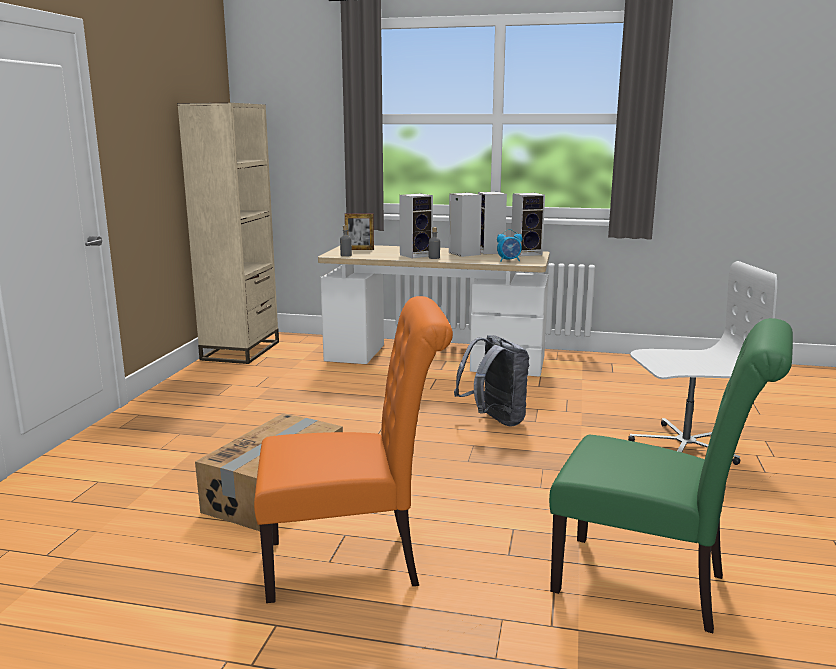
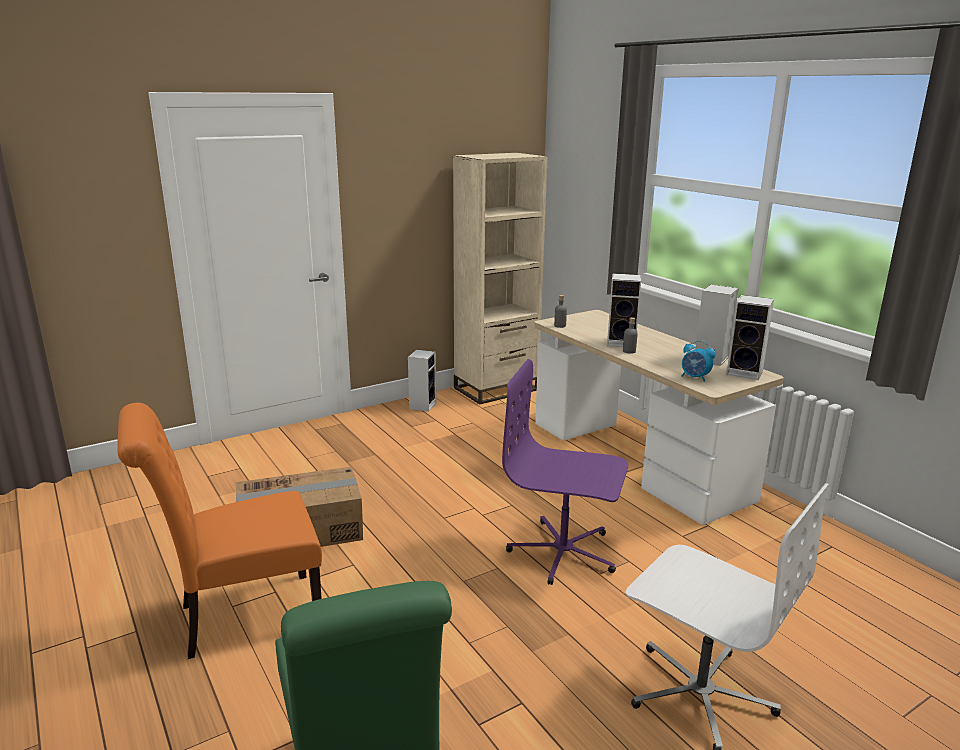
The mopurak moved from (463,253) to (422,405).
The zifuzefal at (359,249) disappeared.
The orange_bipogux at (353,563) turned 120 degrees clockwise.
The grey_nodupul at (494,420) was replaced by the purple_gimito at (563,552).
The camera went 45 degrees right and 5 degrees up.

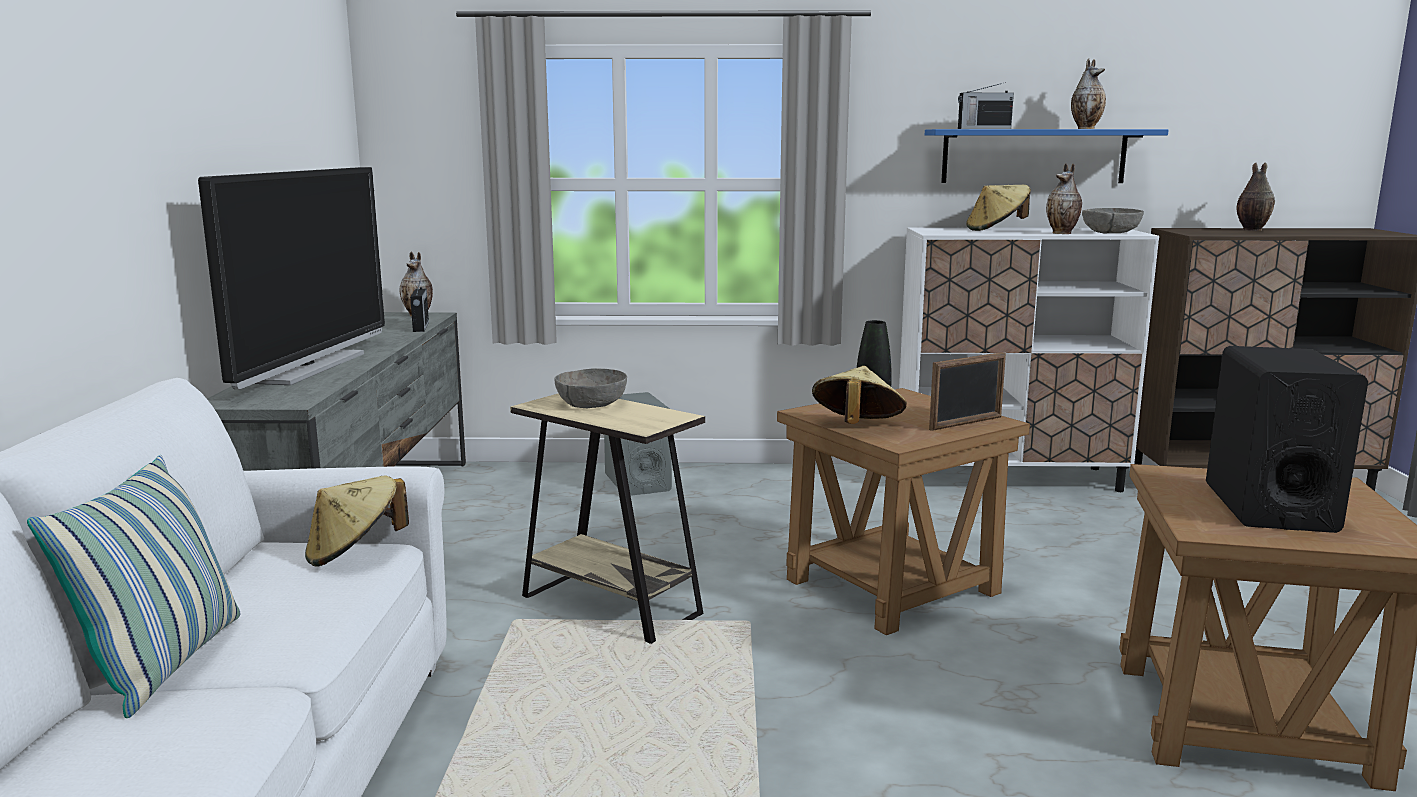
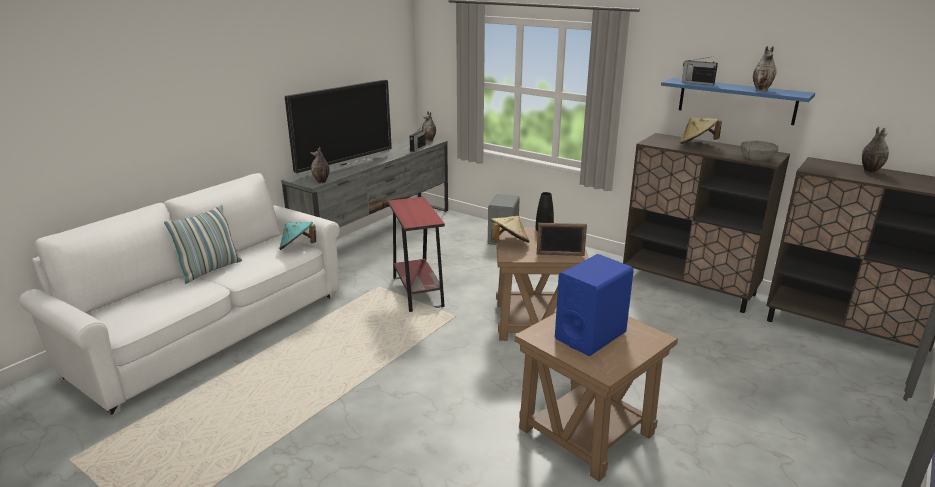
The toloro moved from (1063,233) to (321,182).
The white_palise at (1009,479) became the brown_palise at (689,286).
The black_mopurak at (1269,507) became the blue_mopurak at (590,336).
The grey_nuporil at (591,404) disappeared.
The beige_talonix at (611,605) became the red_talonix at (417,292).
The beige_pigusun at (355,552) became the turquoise_pigusun at (298,247).
The camera went 35 degrees right and 10 degrees up.

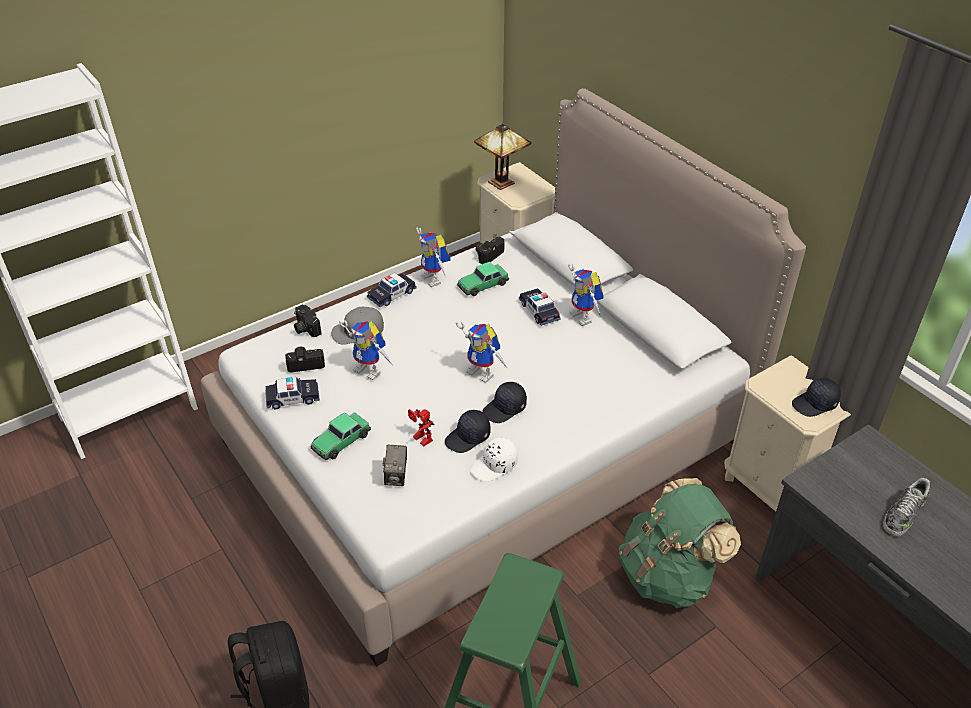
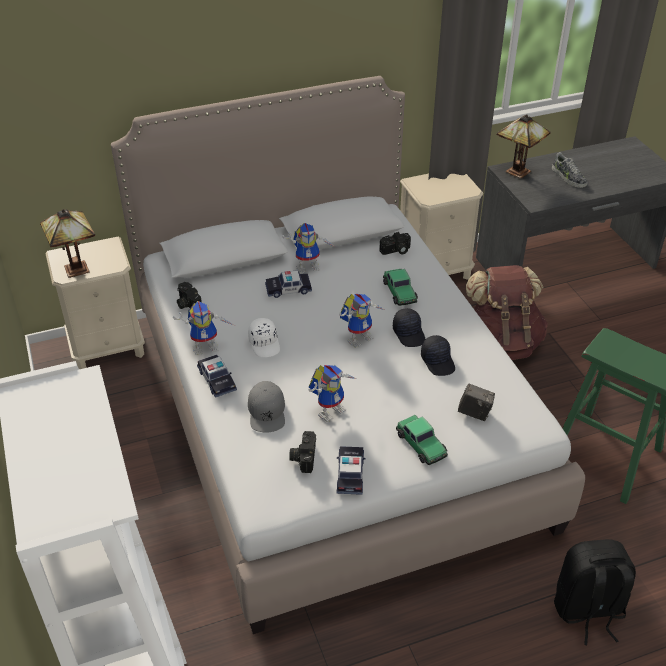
The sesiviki moved from (482,285) to (399,292).
The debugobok moved from (305,328) to (396,251).
The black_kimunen at (815,404) disappeared.
The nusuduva at (420,439) disappeared.
The white_kimunen moved from (494,466) to (265,343).
The green_nodupul at (668,575) became the brown_nodupul at (501,343).
The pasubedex at (516,171) appeared.
The camera went 75 degrees left and 0 degrees up.

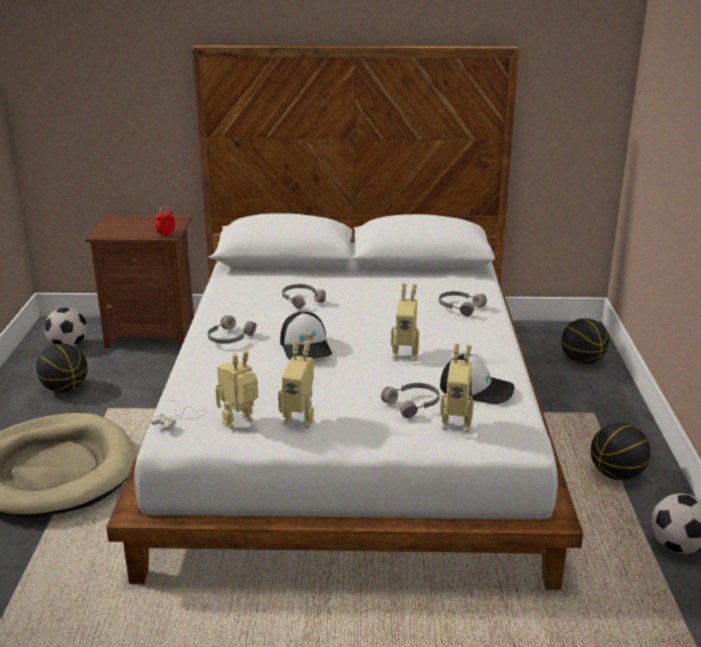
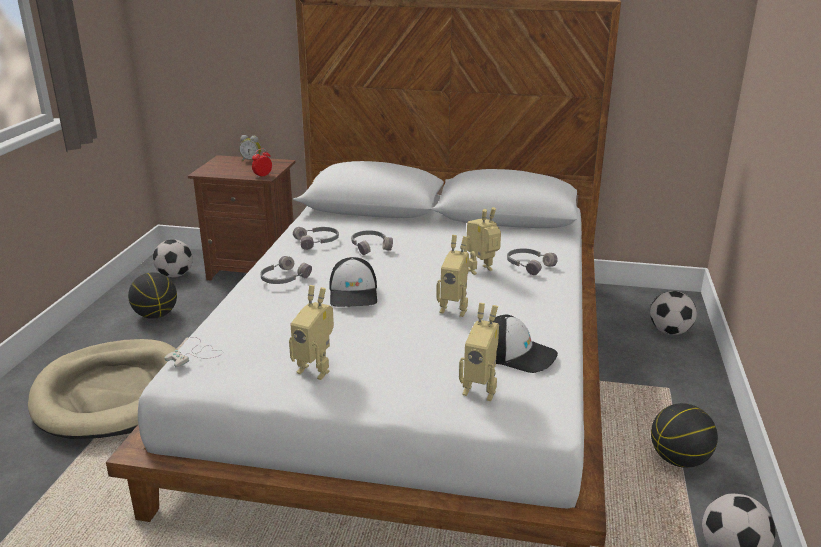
The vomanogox at (582,361) was replaced by the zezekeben at (670,332).
The nusuduva moved from (240,423) to (482,271).
The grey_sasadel moved from (413,404) to (317,242).
The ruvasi at (251,160) appeared.
The camera went 10 degrees right and 0 degrees up.

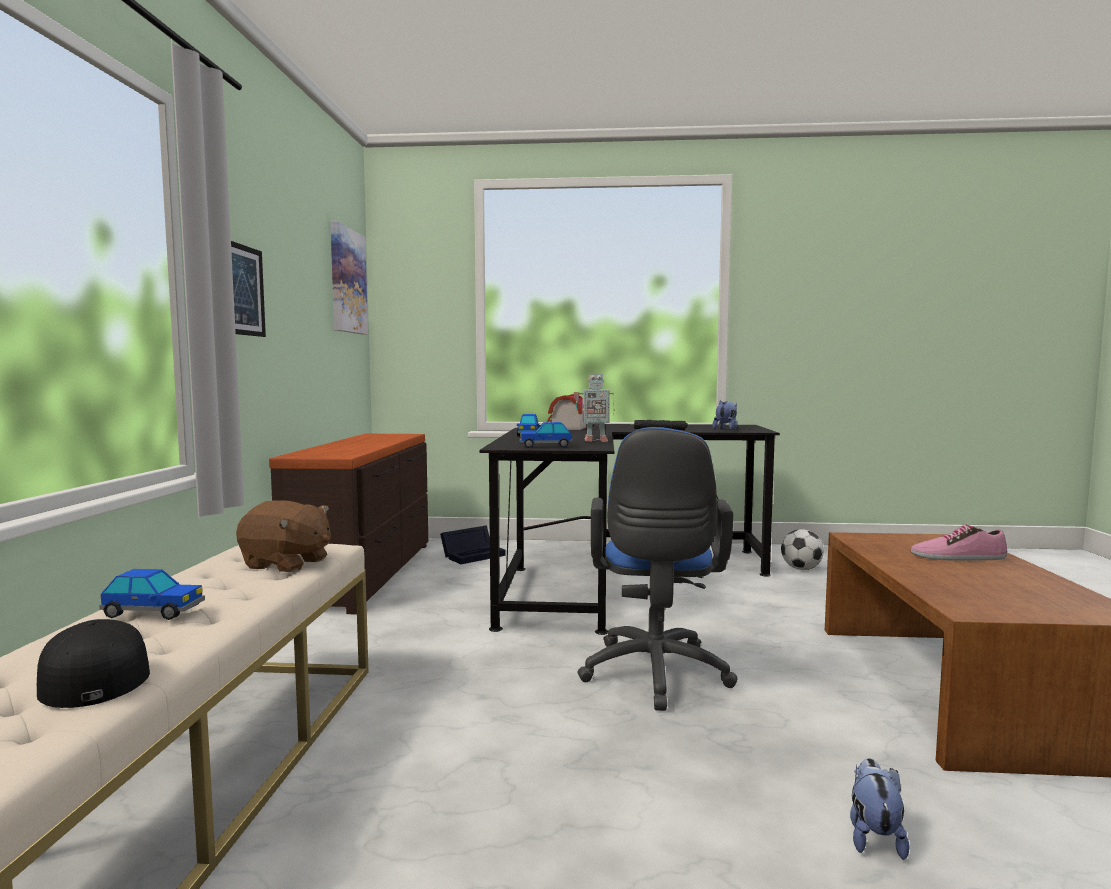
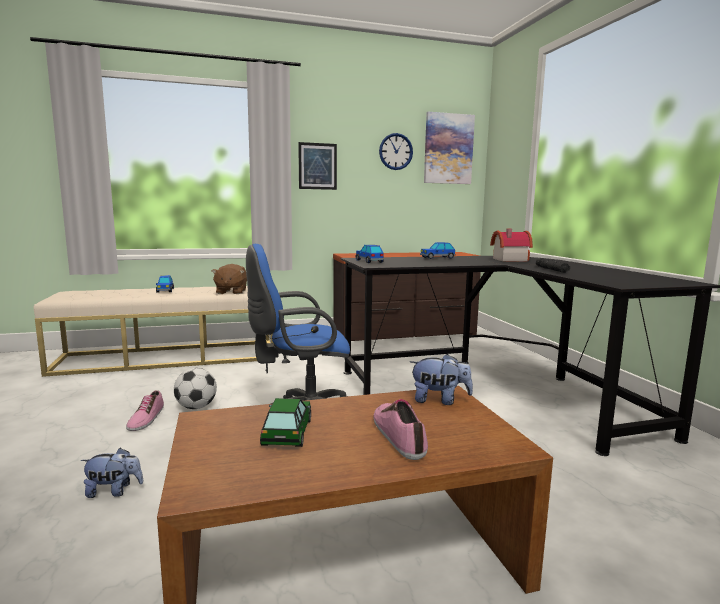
The nusuduva at (595,441) disappeared.
The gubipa moved from (726,430) to (439,400).
The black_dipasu at (474,555) disappeared.
The zezekeben moved from (801,569) to (196,407).
The black_kimunen at (95,676) disappeared.
The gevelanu at (395,151) appeared.
The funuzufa at (146,419) appeared.
The sesiviki at (287,432) appeared.
The camera went 70 degrees right and 5 degrees up.

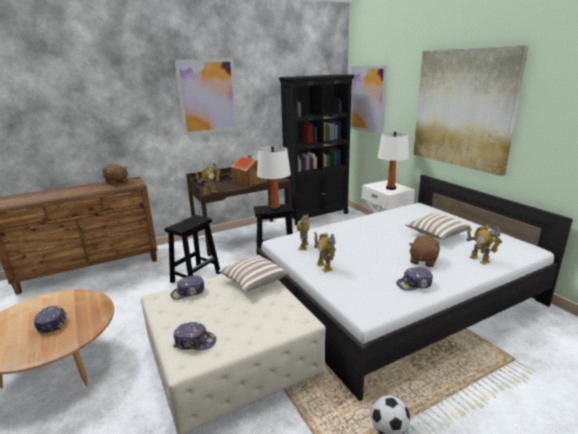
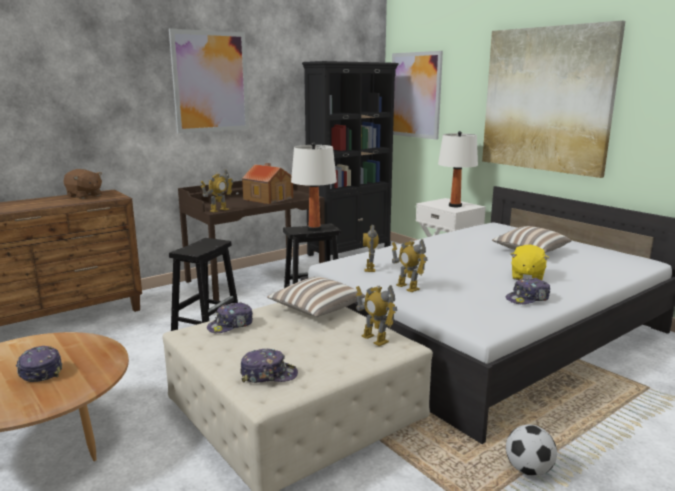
The nusuduva moved from (479,259) to (374,339).
The brown_gubipa at (423,261) became the yellow_gubipa at (526,276).
The camera went 10 degrees left and 5 degrees down.

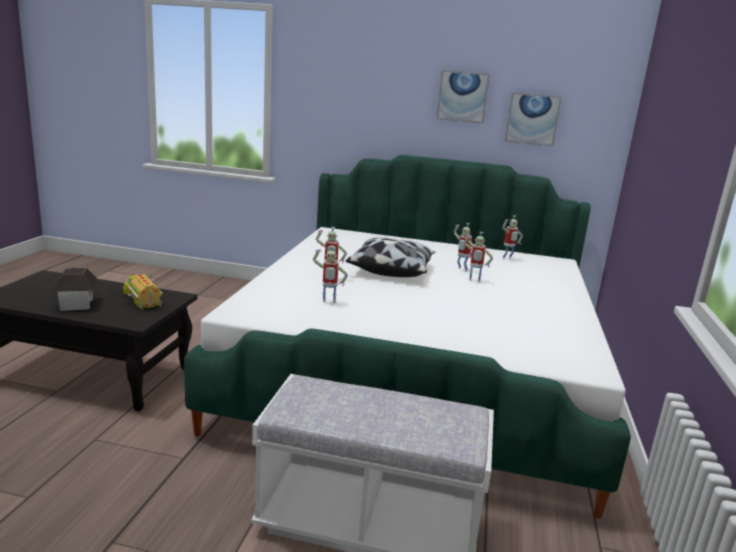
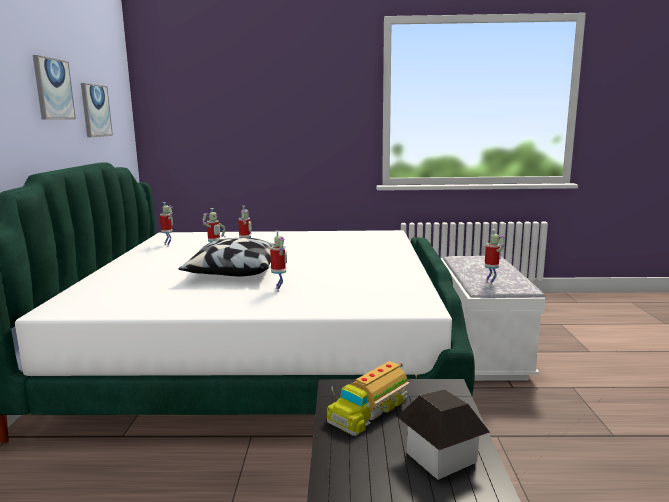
The nusuduva moved from (328,302) to (491,283).
The camera went 100 degrees left and 5 degrees down.

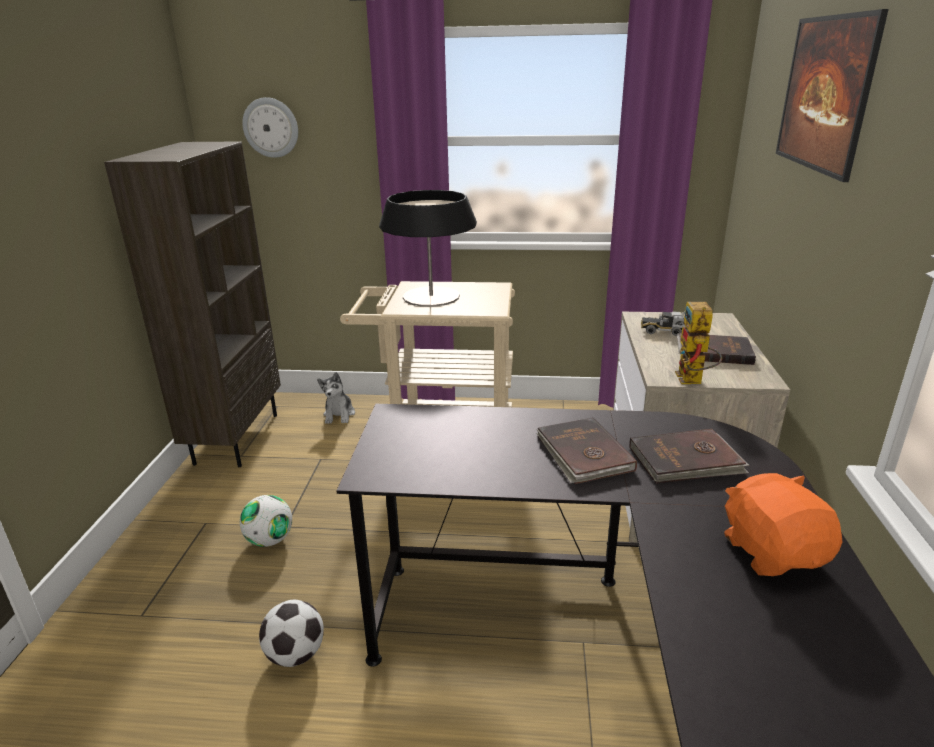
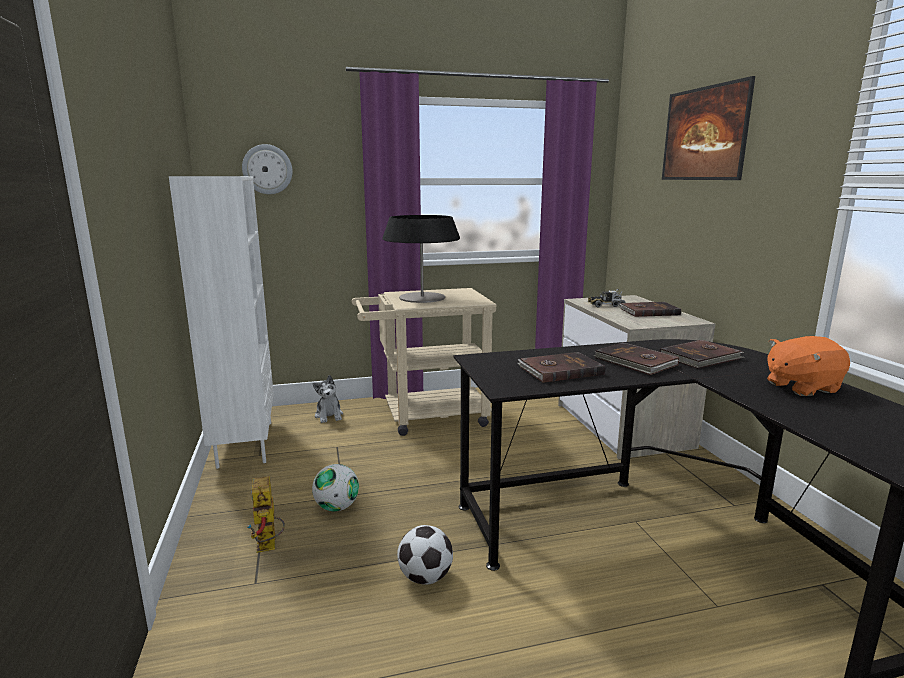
The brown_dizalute at (236,438) became the white_dizalute at (244,443).
The nusuduva moved from (693,381) to (269,547).
The orange_gubipa at (773,552) turned 75 degrees counterclockwise.
The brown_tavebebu at (559,370) appeared.
The camera went 20 degrees left and 10 degrees down.

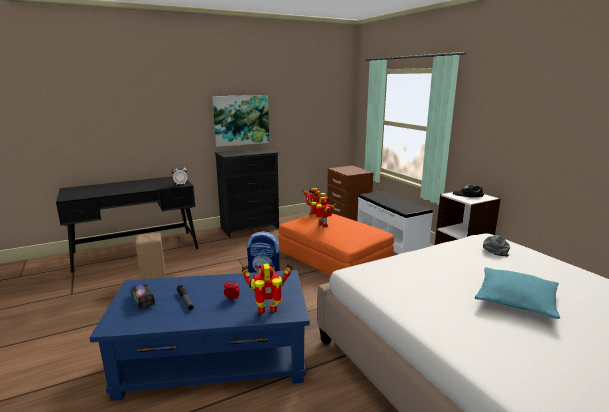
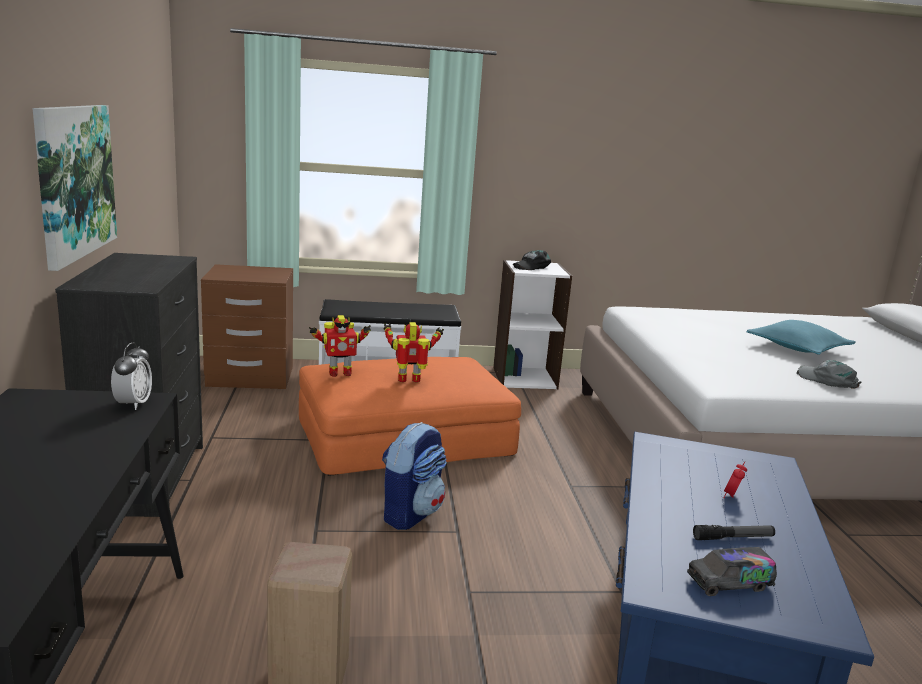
The grey_kimunen moved from (495,248) to (828,380).
The nusuduva at (268,311) disappeared.
The camera went 70 degrees left and 0 degrees up.

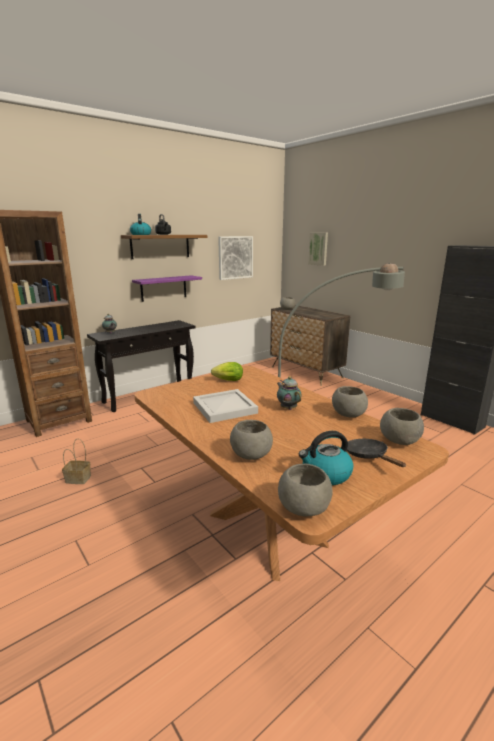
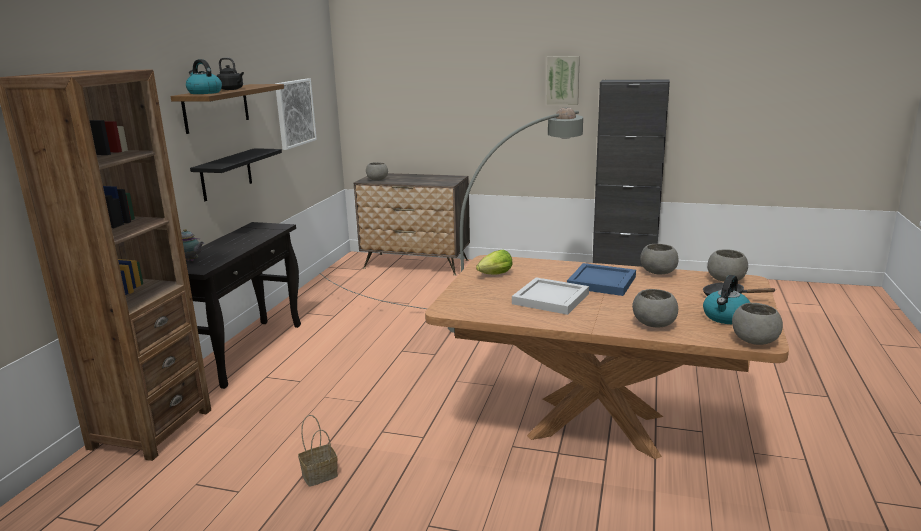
The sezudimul moved from (318,248) to (563,80).
The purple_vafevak at (163,288) became the black_vafevak at (226,174).
The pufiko at (288,408) was replaced by the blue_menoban at (603,282).
The camera went 35 degrees left and 0 degrees up.

